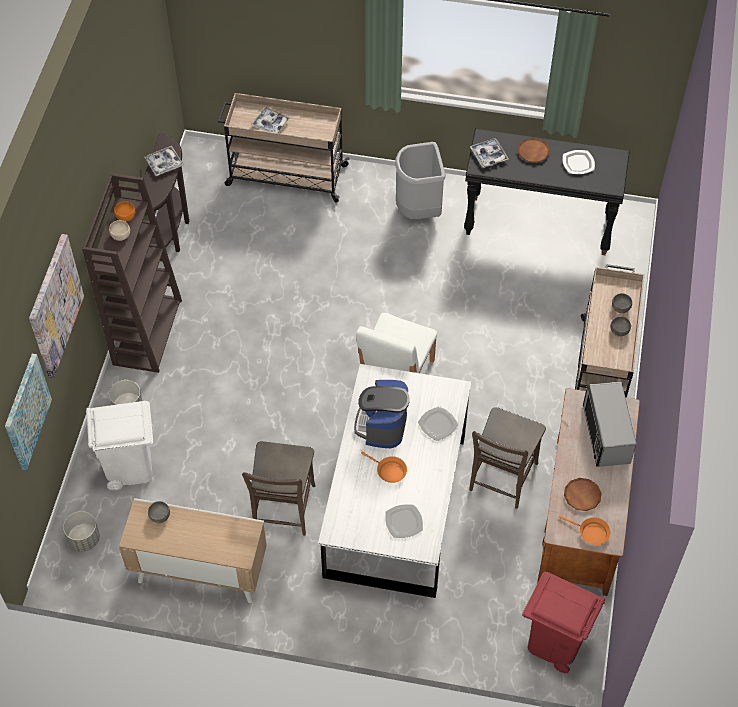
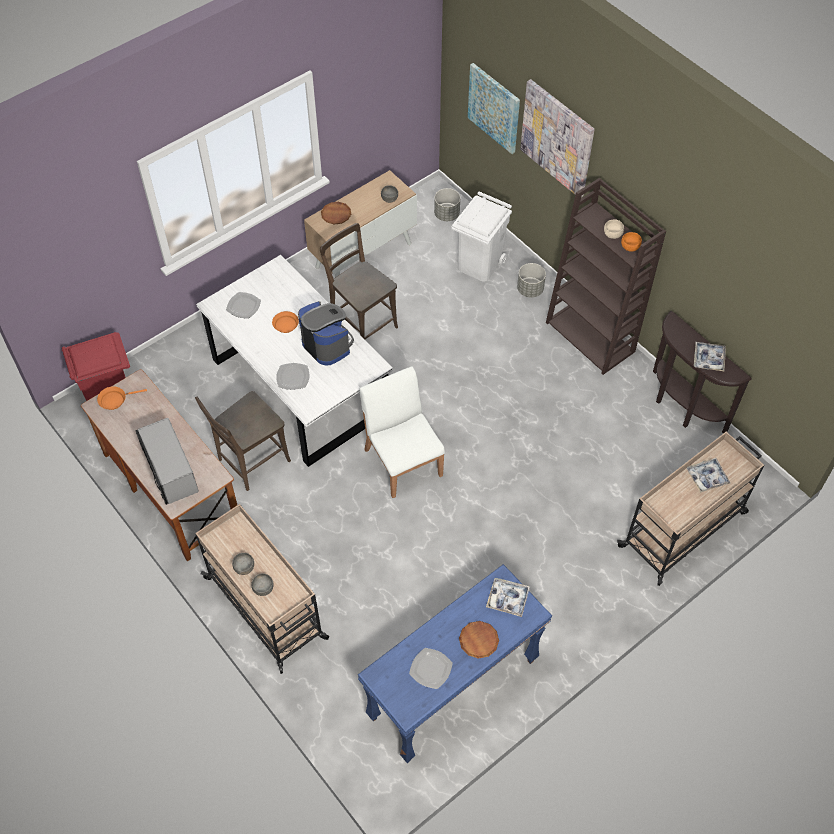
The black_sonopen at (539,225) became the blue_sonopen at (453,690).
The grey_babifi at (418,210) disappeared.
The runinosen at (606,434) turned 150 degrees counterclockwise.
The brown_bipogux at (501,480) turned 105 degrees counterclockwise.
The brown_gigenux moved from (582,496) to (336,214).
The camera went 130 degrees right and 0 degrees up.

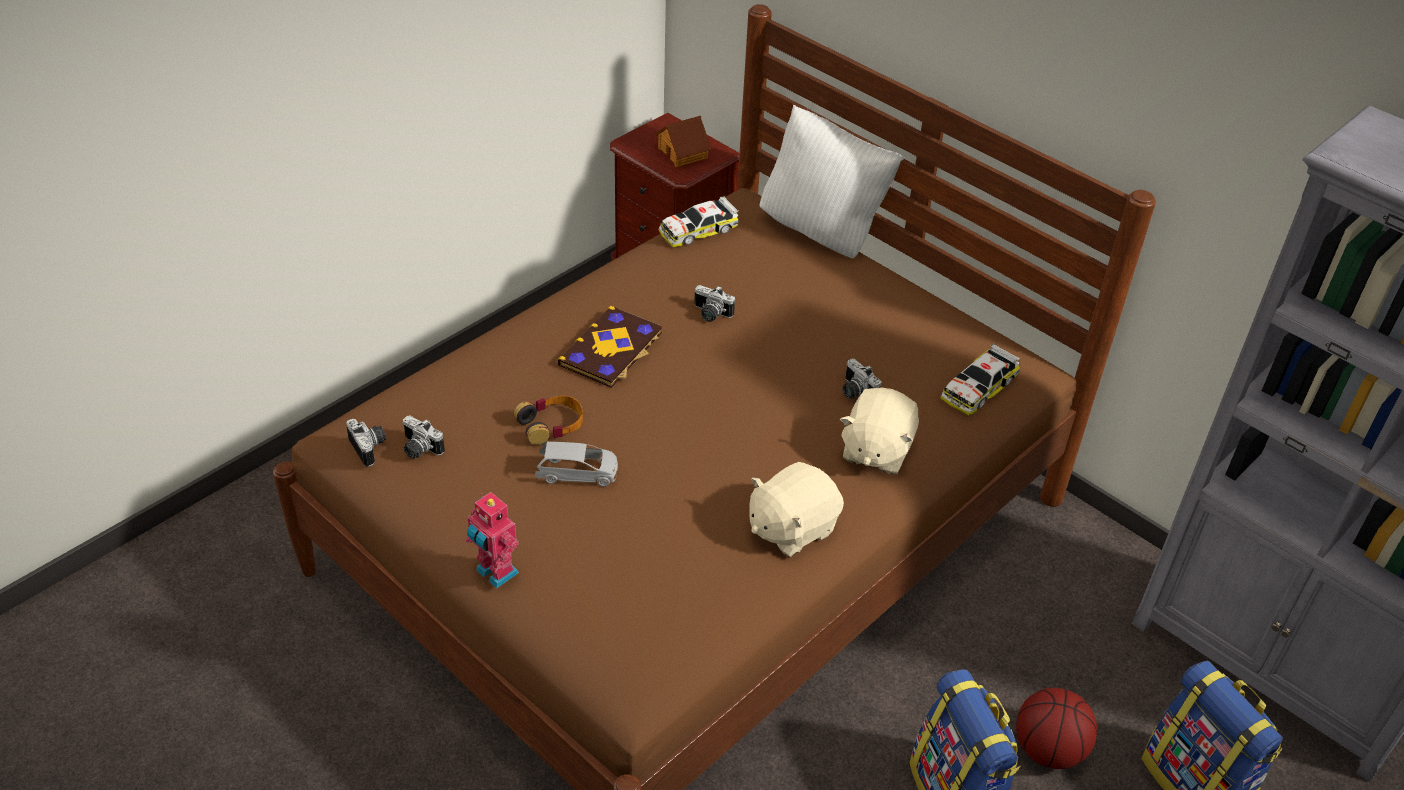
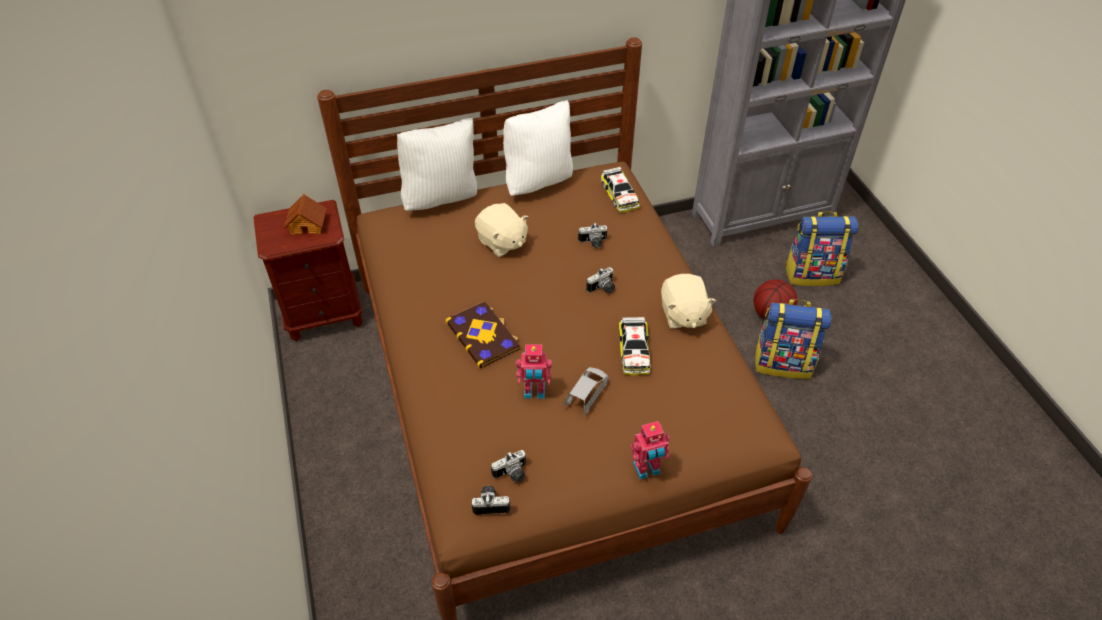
The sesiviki moved from (698,230) to (634,351).
The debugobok moved from (710,314) to (603,288).
The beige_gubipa moved from (875,450) to (502,242).
The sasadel at (551,425) was replaced by the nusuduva at (534,392).
The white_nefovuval at (538,181) appeared.
The camera went 60 degrees left and 5 degrees up.

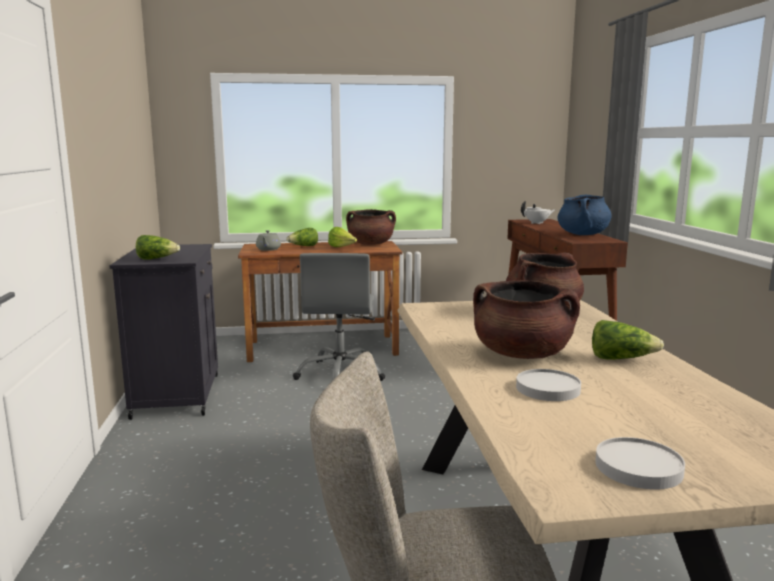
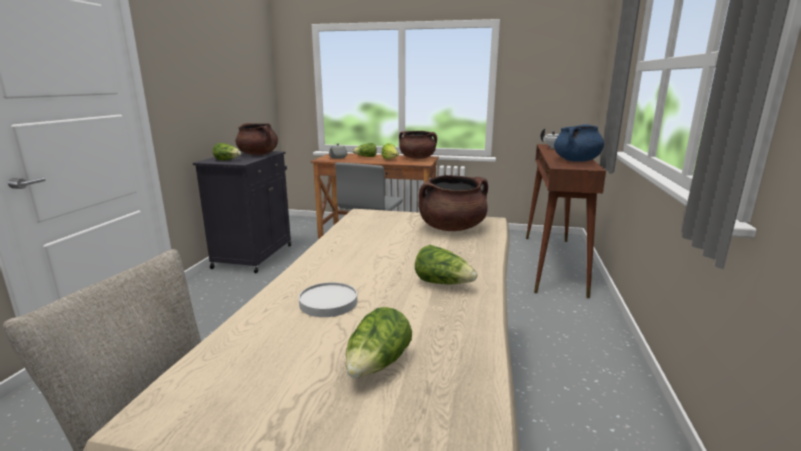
The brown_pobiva moved from (522,354) to (258,154).
The white_gigenux at (639,468) disappeared.
The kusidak at (378,365) appeared.
The camera went 20 degrees right and 5 degrees up.

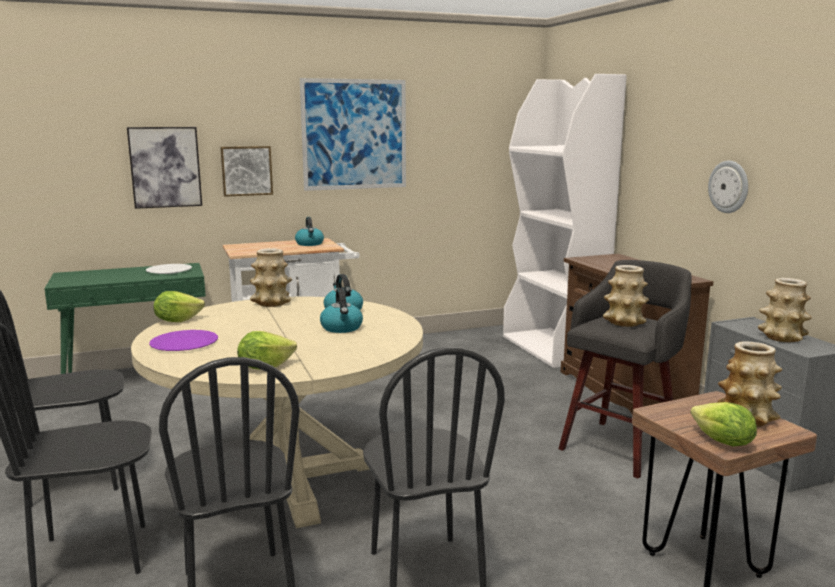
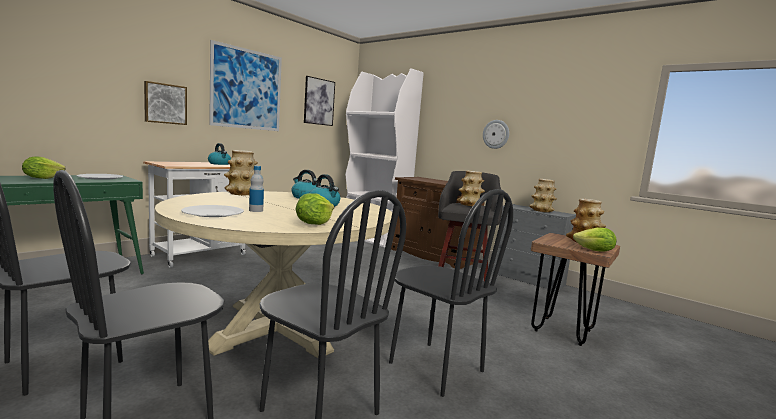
The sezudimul moved from (165,167) to (319,101).
The kusidak moved from (177,320) to (42,178).
The purple_gigenux at (184,343) became the white_gigenux at (213,213).
The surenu at (256,210) appeared.
The camera went 30 degrees left and 5 degrees down.

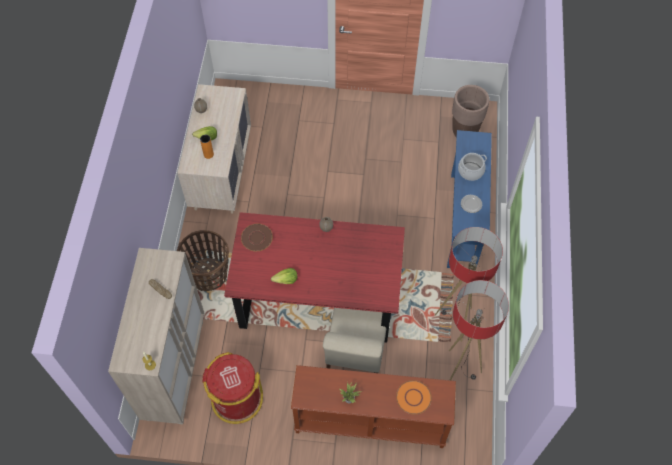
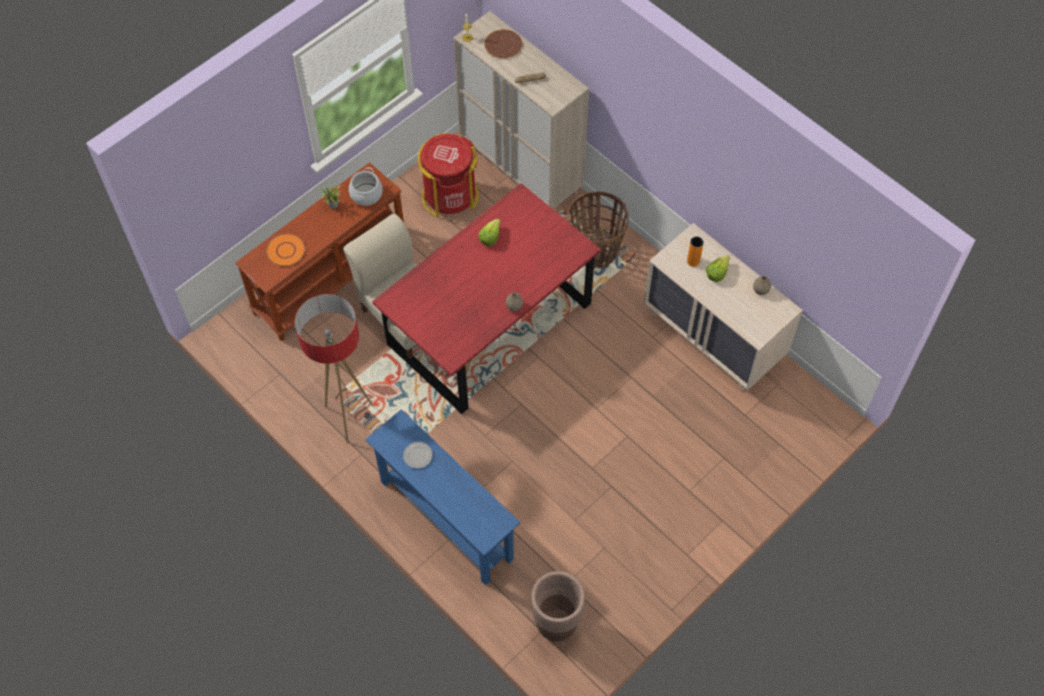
The pobiva moved from (470,171) to (366,194).
The brown_gigenux moved from (256,237) to (503,45).
The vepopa at (459,370) disappeared.
The camera went 130 degrees right and 0 degrees up.

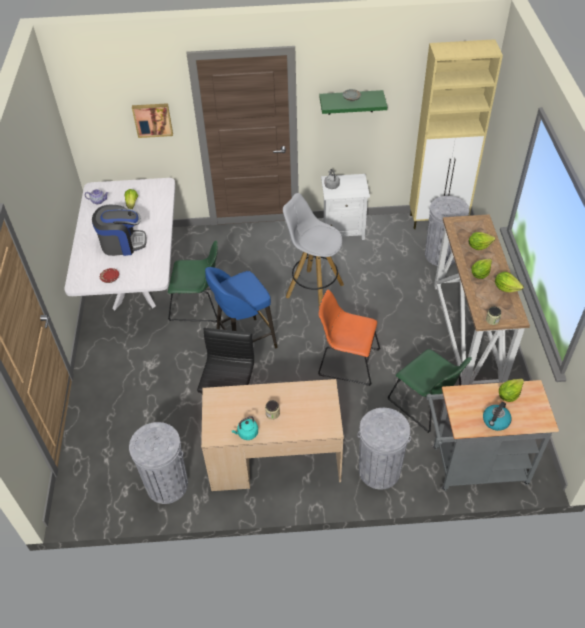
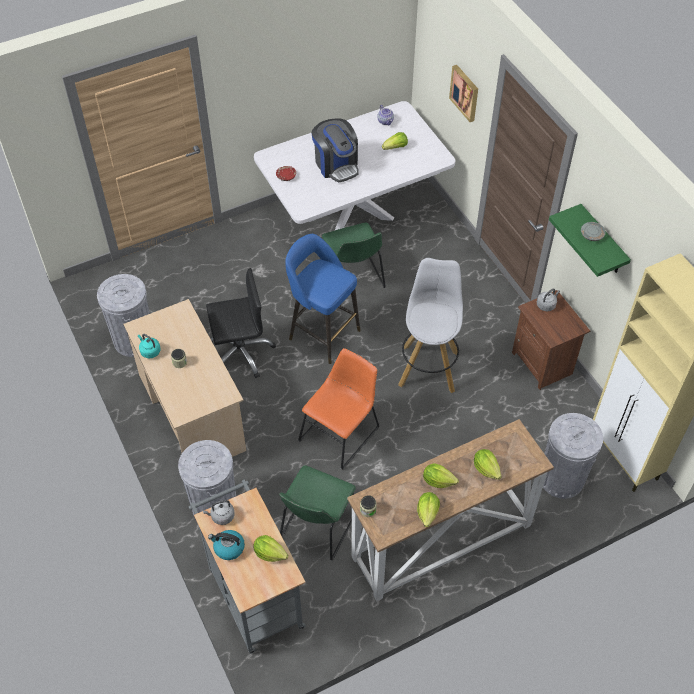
The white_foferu at (343,230) became the brown_foferu at (543,363).
The orange_bipogux at (346,361) turned 45 degrees clockwise.
The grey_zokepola at (221,516) appeared.
The camera went 65 degrees right and 5 degrees up.

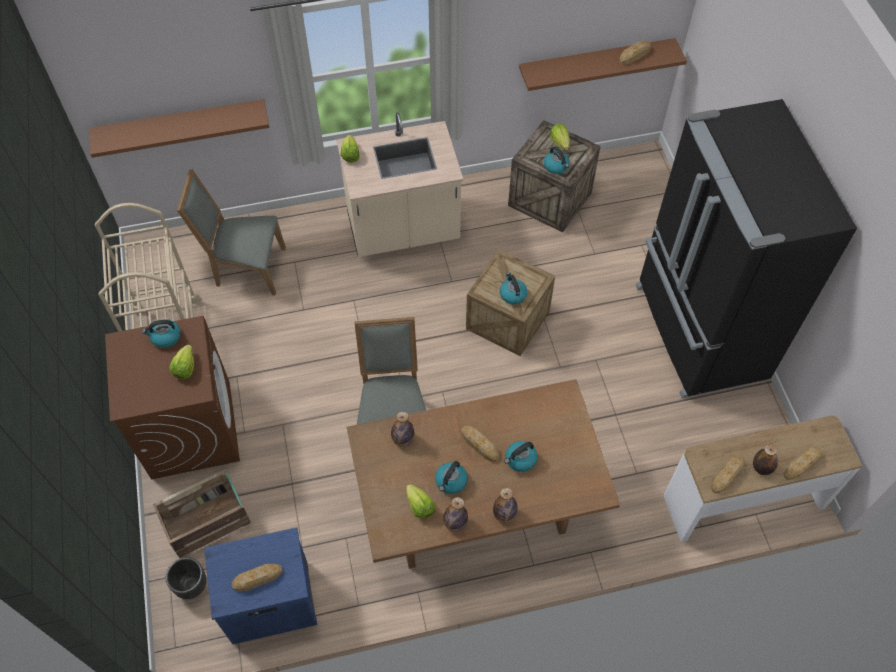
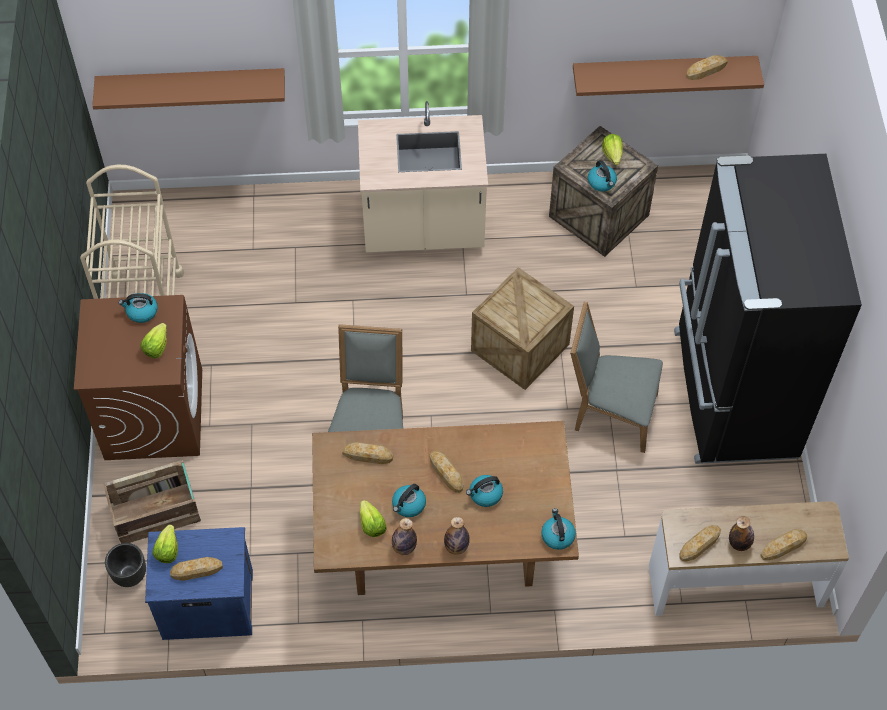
The kusidak moved from (350,155) to (167,550).
The grey_bipogux moved from (246,268) to (610,413).
The zokepola moved from (512,294) to (557,535).
The surenu at (403,439) was replaced by the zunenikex at (367,455).
The camera went 10 degrees right and 0 degrees up.

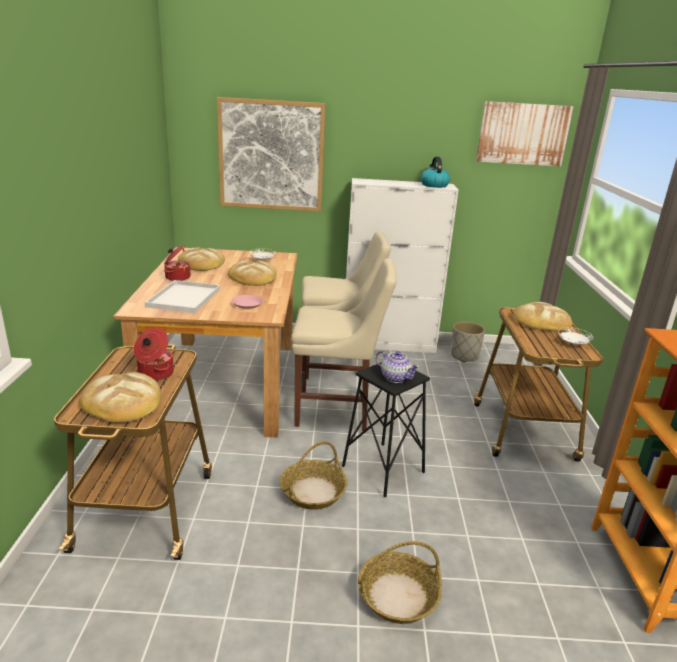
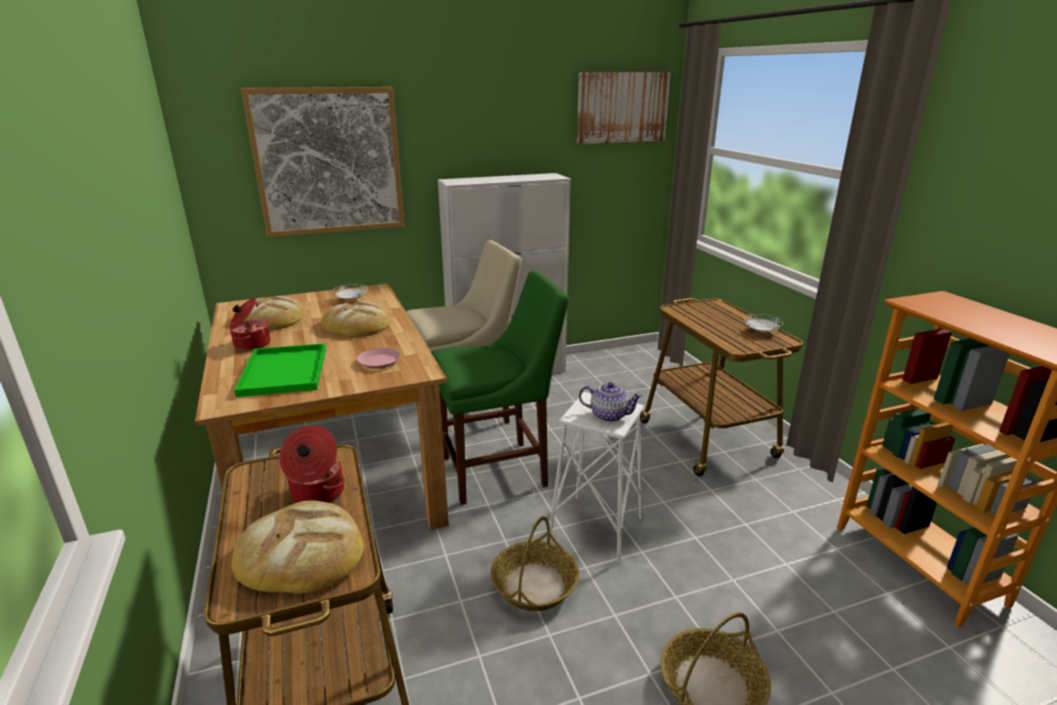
The zokepola at (434,185) disappeared.
The beige_bipogux at (337,411) became the green_bipogux at (500,470).
The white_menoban at (184,297) became the green_menoban at (283,370).
The zunenikex at (541,321) disappeared.
The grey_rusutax at (464,356) disappeared.
The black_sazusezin at (383,469) became the white_sazusezin at (596,528).
The camera went 20 degrees left and 0 degrees up.

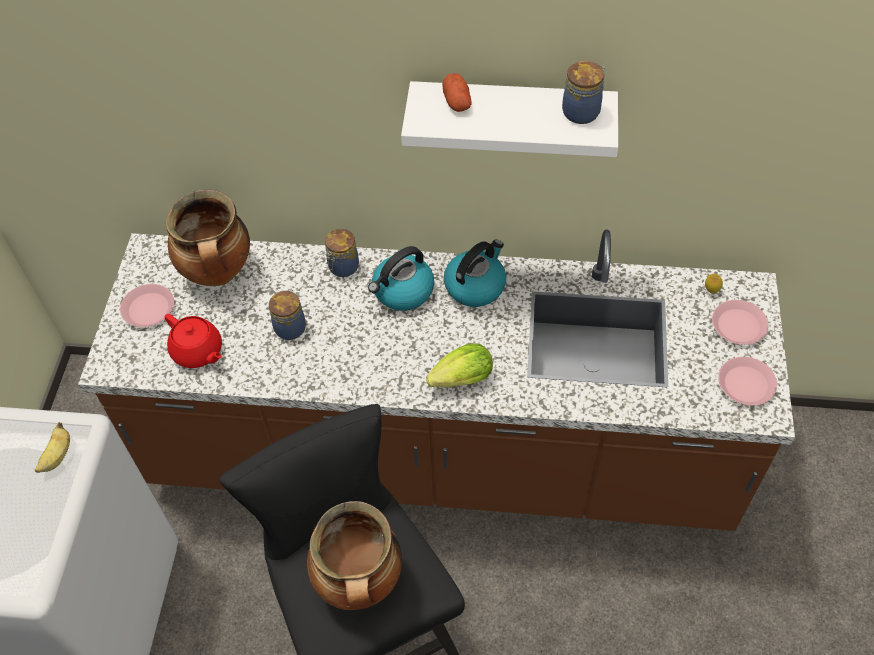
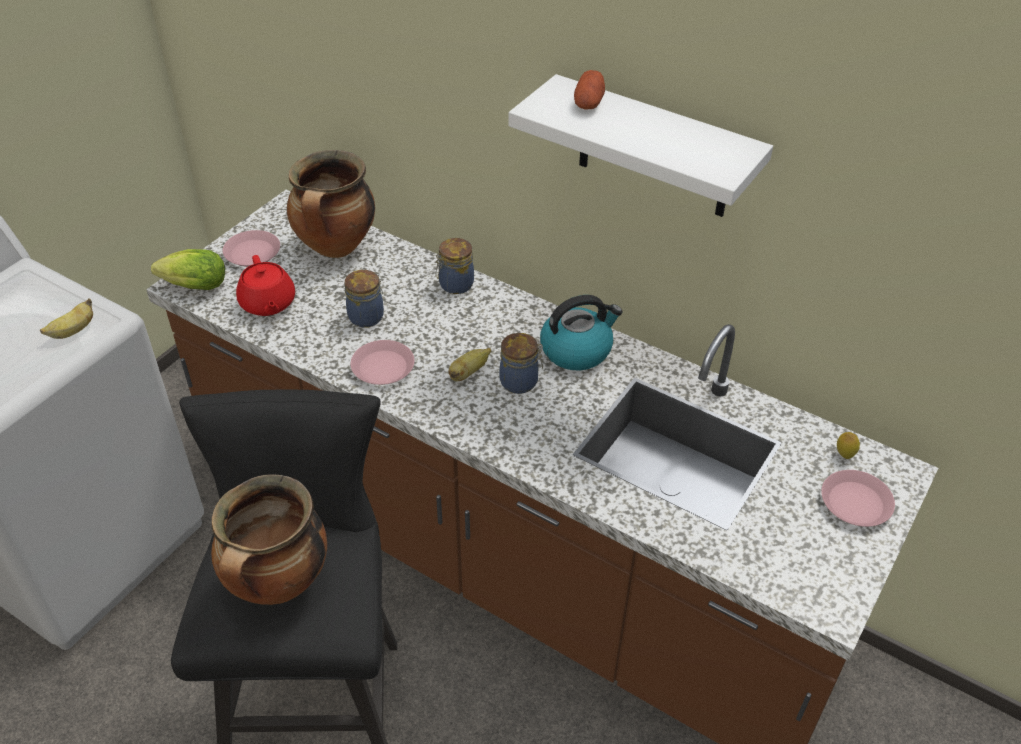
The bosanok moved from (582,112) to (520,382).
The zokepola at (402,292) disappeared.
The kusidak moved from (458,380) to (191,286).
The pink_gigenux moved from (745,384) to (383,367).
The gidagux at (468,373) appeared.
The camera went 25 degrees right and 10 degrees down.

